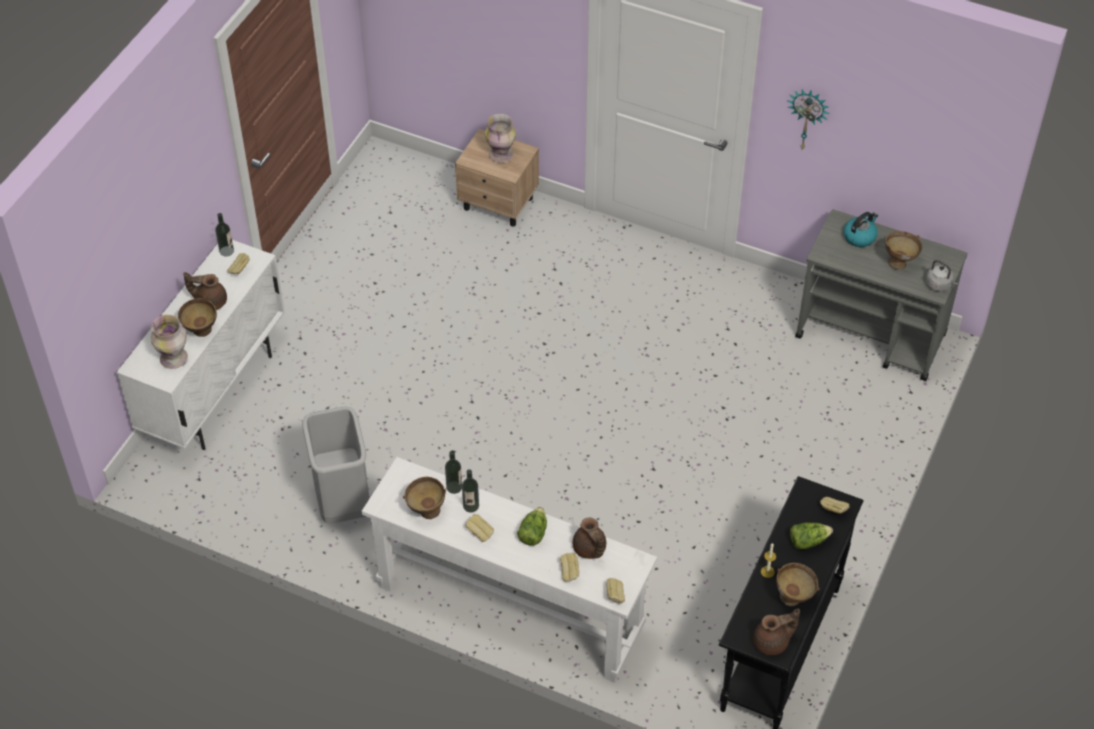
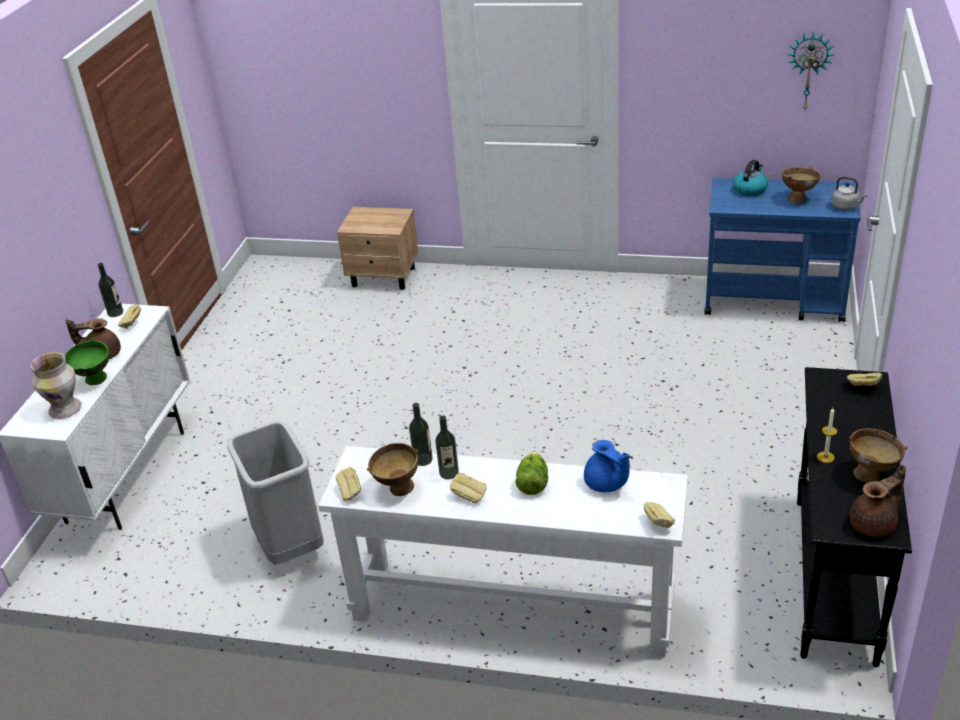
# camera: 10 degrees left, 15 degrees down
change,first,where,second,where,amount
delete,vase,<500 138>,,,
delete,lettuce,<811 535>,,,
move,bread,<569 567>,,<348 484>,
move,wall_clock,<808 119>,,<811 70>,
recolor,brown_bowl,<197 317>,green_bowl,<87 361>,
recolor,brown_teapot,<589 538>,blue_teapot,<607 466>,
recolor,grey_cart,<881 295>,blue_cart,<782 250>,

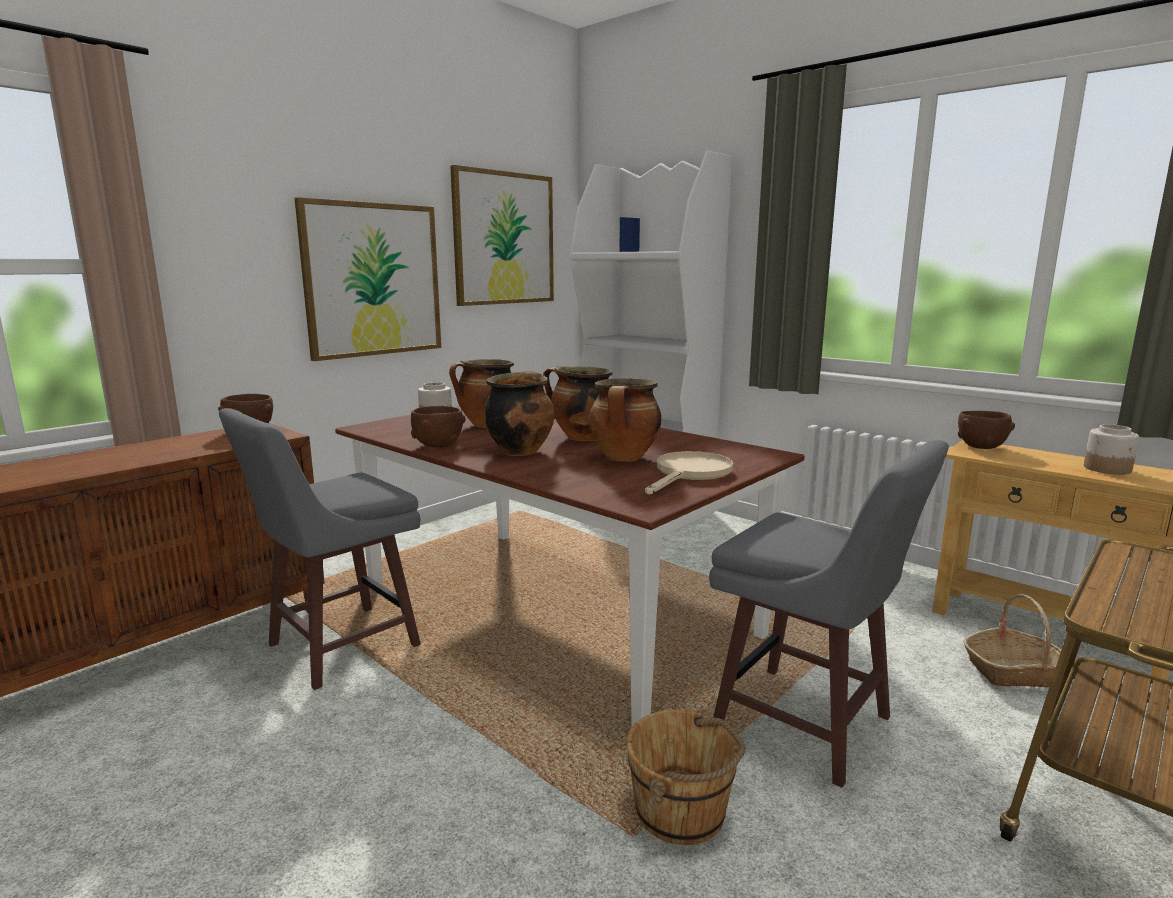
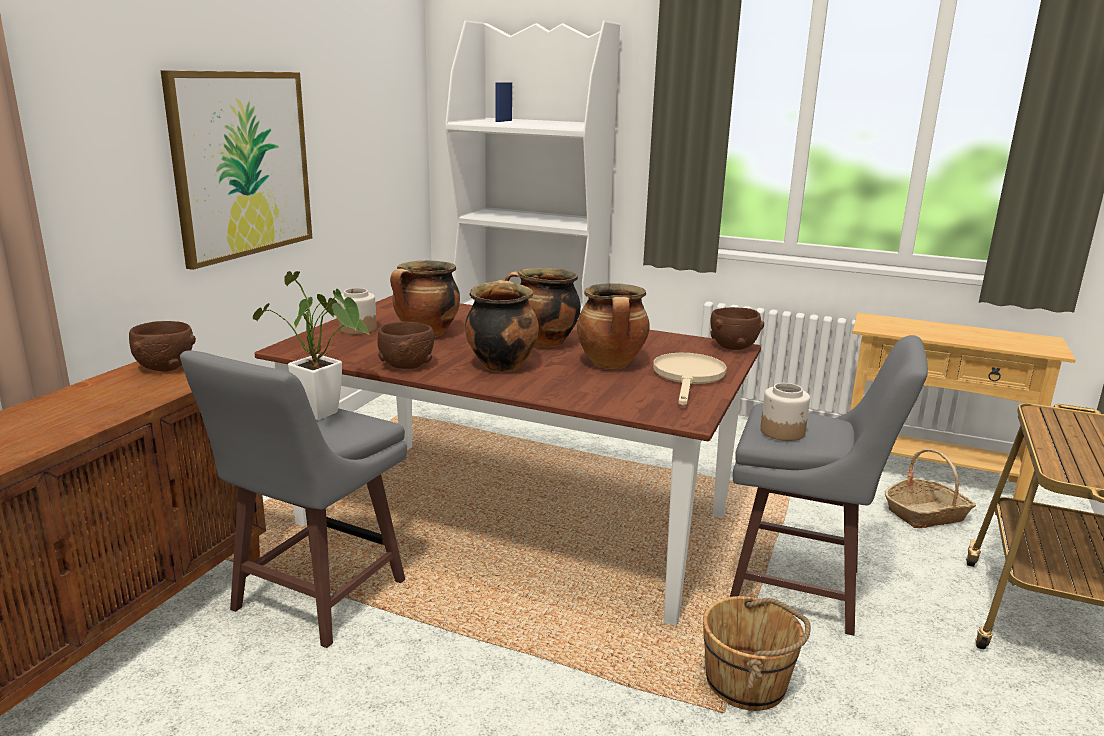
# camera: 20 degrees left, 5 degrees up
change,first,where,second,where,amount
delete,picture,<502 235>,,,
insert,,,potted_plant,<312 345>,
move,brown_bowl,<986 430>,,<737 328>,
move,jar,<1111 449>,,<785 412>,

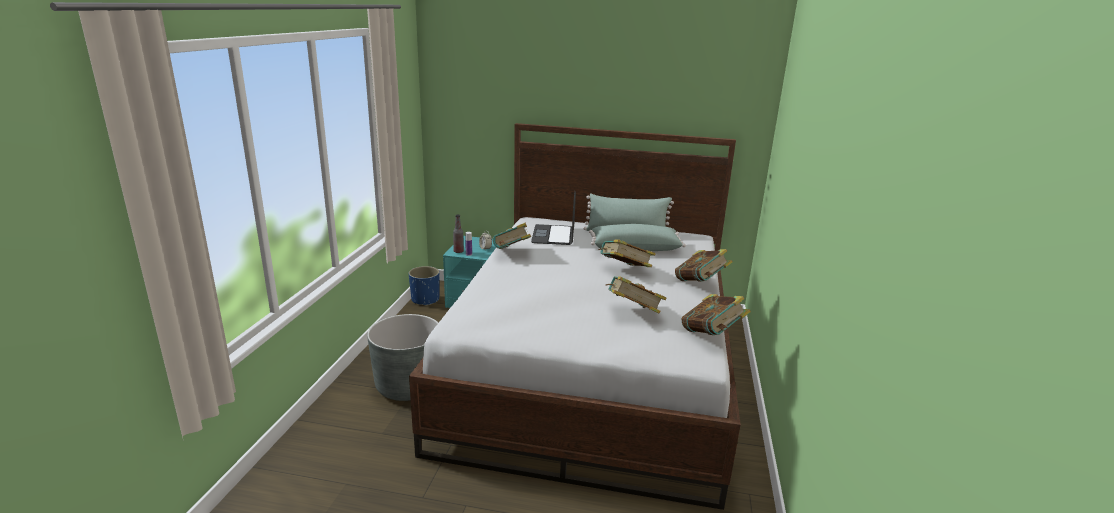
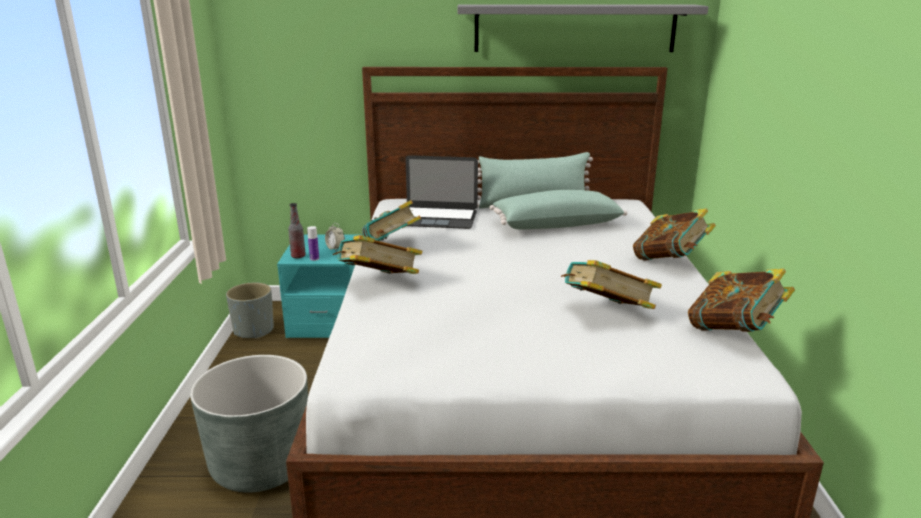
# camera: 10 degrees left, 0 degrees up
change,first,where,second,where,amount
insert,,,grey_shelf,<583 28>,
move,book,<627 253>,,<377 254>,
recolor,blue_planter,<424 286>,grey_planter,<250 311>,
rotate,laptop,<553 218>,,<441 192>,75 degrees counterclockwise

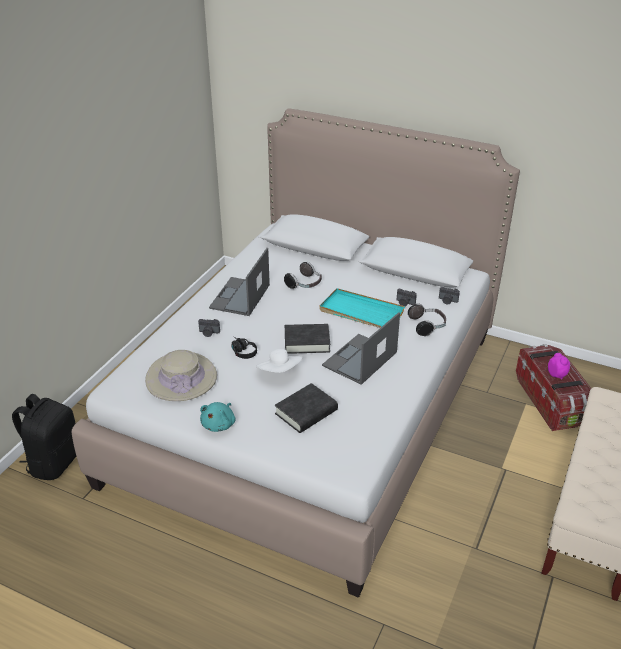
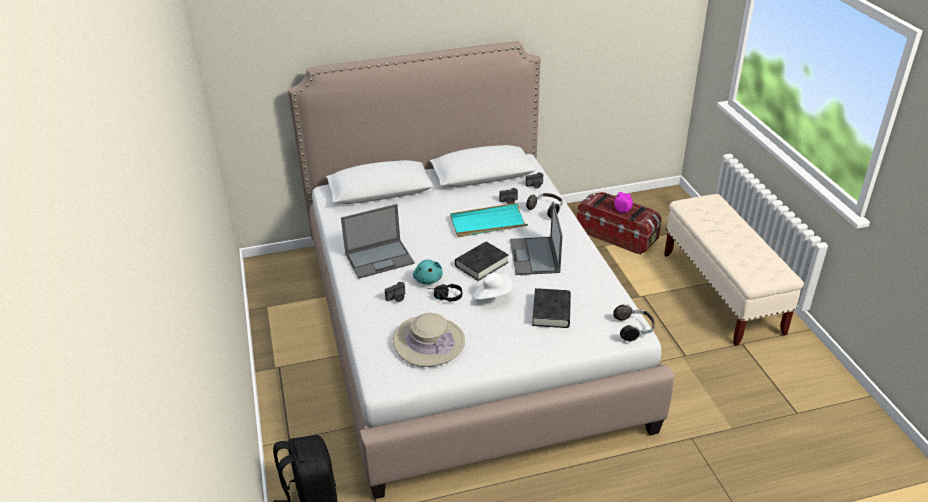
# camera: 40 degrees left, 0 degrees up
change,first,where,second,where,amount
move,turquoise_plush_toy,<218 417>,,<428 271>,
move,headphones,<303 275>,,<634 323>,
rotate,laptop,<239 282>,,<378 241>,90 degrees counterclockwise

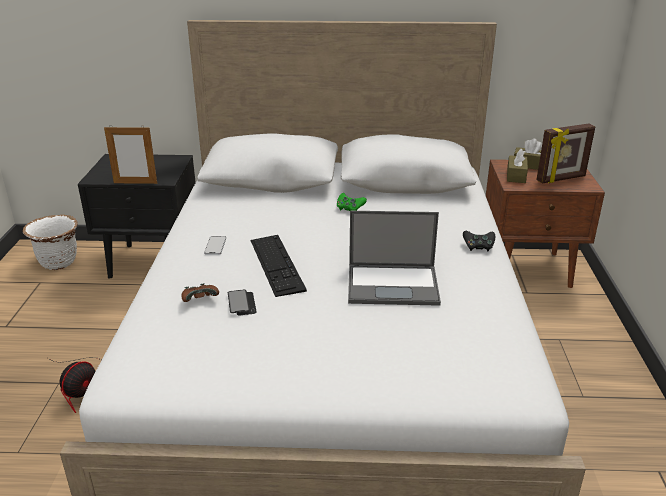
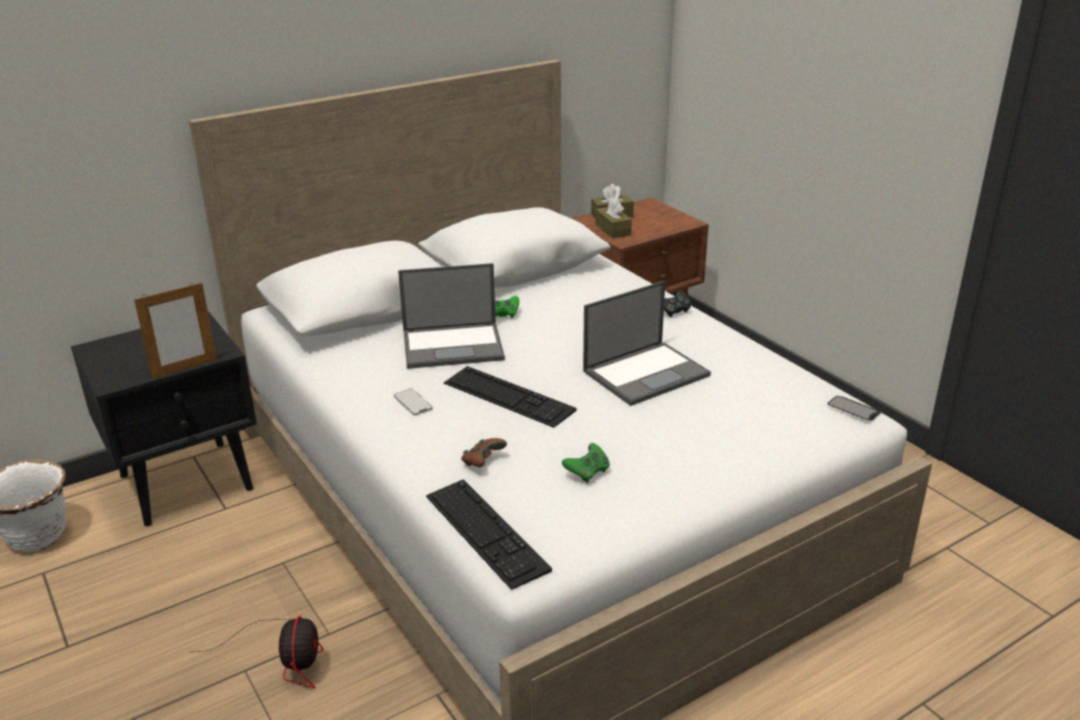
# camera: 35 degrees left, 0 degrees up
change,first,where,second,where,amount
delete,picture_frame,<565 153>,,,
insert,,,laptop,<451 316>,
insert,,,keyboard,<489 534>,
insert,,,green_game_controller,<586 463>,
move,phone,<242 302>,,<854 408>,

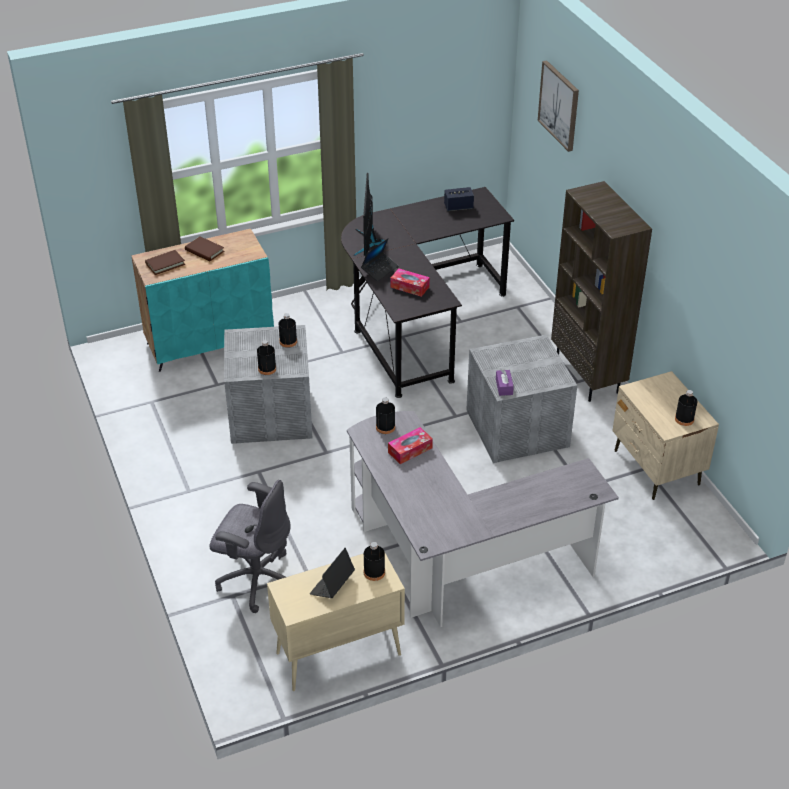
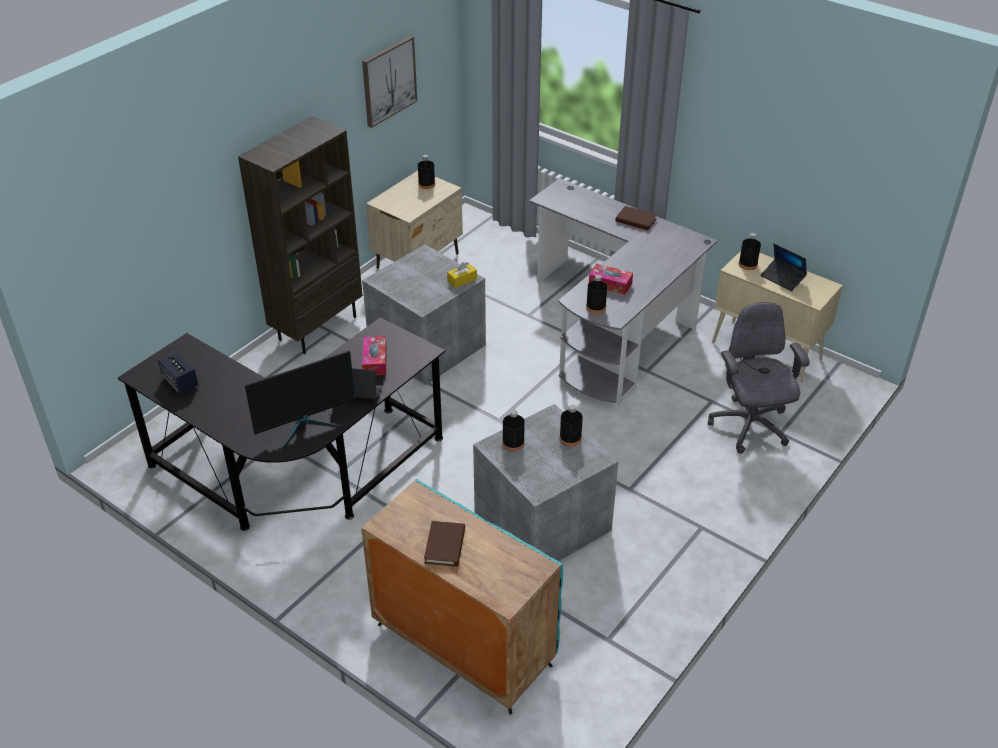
# camera: 120 degrees left, 0 degrees up
change,first,where,second,where,amount
move,brown_book,<165 262>,,<636 218>,
move,picture,<558 106>,,<389 82>,
recolor,purple_tissue_box,<505 382>,yellow_tissue_box,<462 275>,
rotate,laptop,<332 573>,,<784 268>,45 degrees clockwise

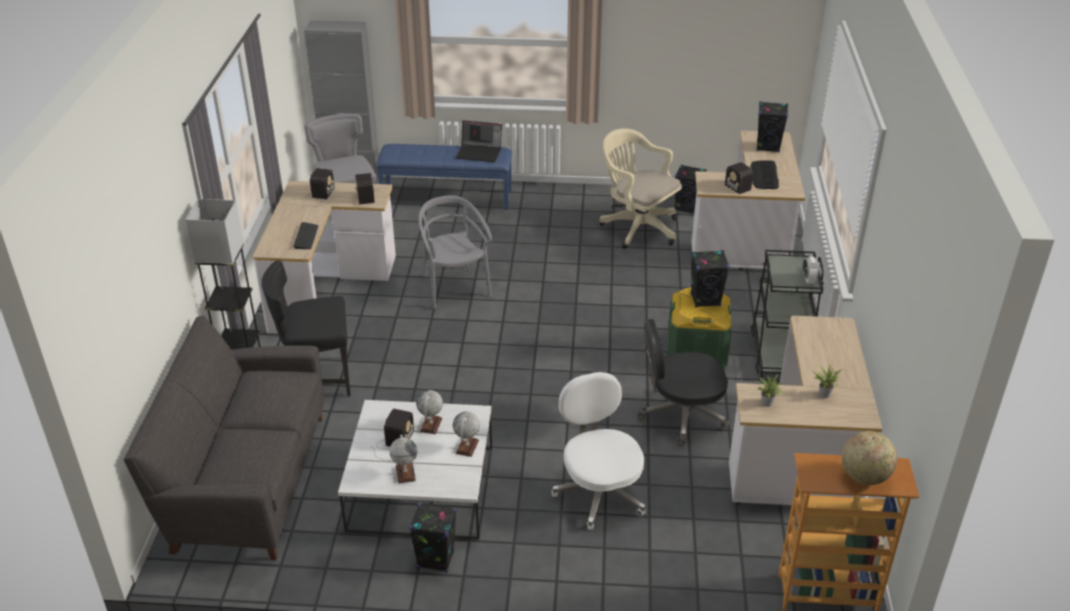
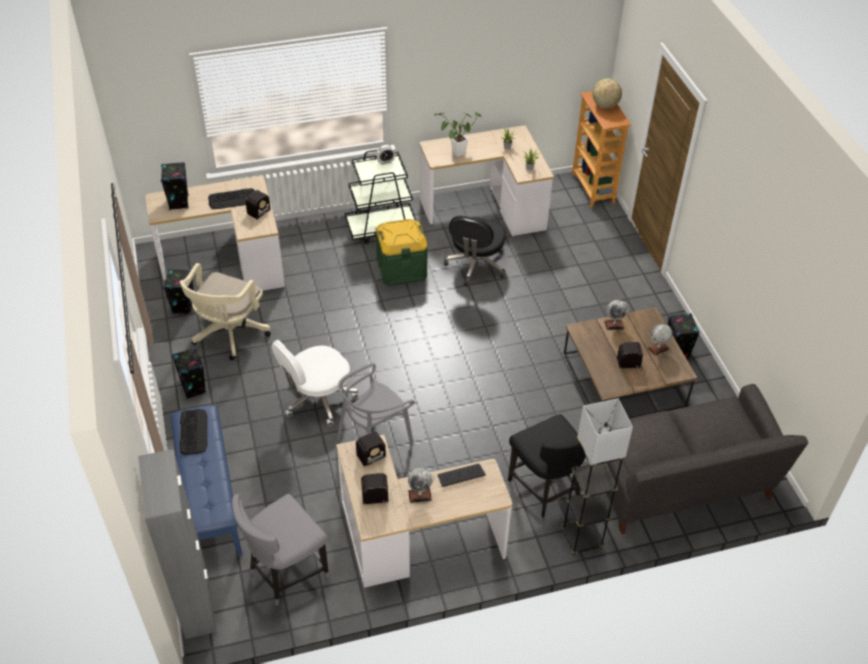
# camera: 110 degrees left, 10 degrees up
change,first,where,second,where,amount
insert,,,potted_plant,<457 134>,
move,globe,<429 412>,,<421 485>,
move,white_office_chair,<598 451>,,<315 383>,
move,black_speaker,<710 279>,,<189 373>,
replace,laptop,<479 141>,keyboard,<194 432>,
recolor,white_coffee_table,<415 470>,brown_coffee_table,<630 363>,
rotate,black_office_chair,<683 383>,,<475 251>,45 degrees clockwise

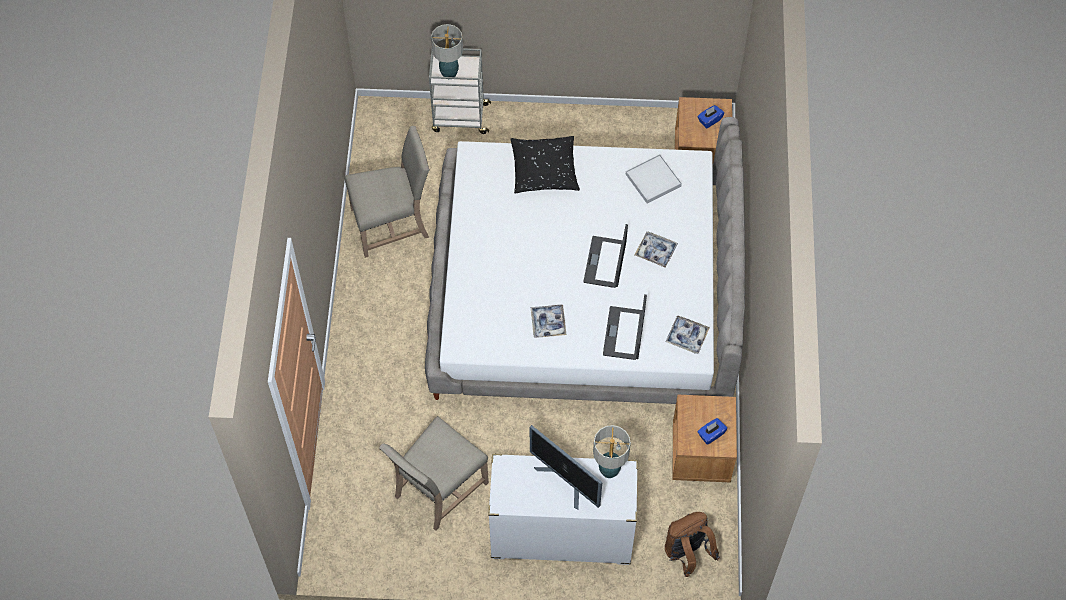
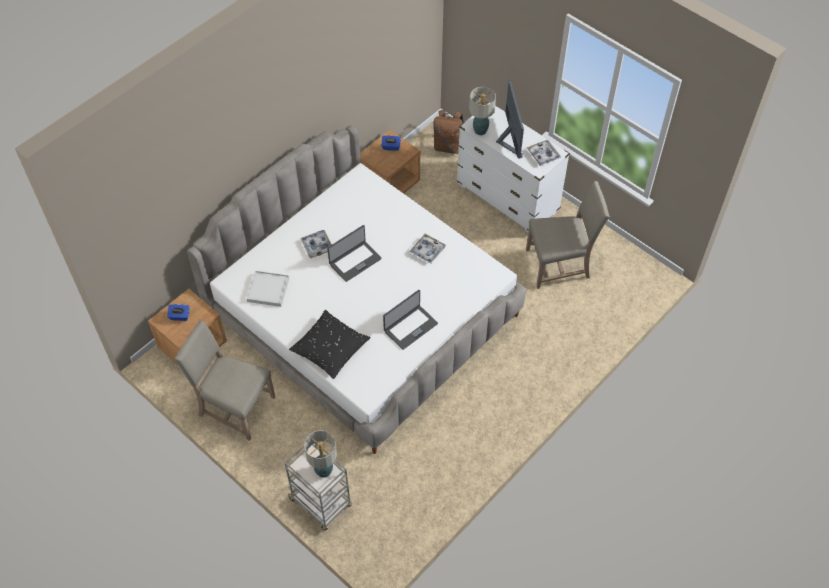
# camera: 140 degrees left, 5 degrees down
change,first,where,second,where,amount
move,beige_chair,<386 192>,,<224 380>,
move,laptop,<625 327>,,<410 320>,
move,tray,<687 334>,,<543 153>,

